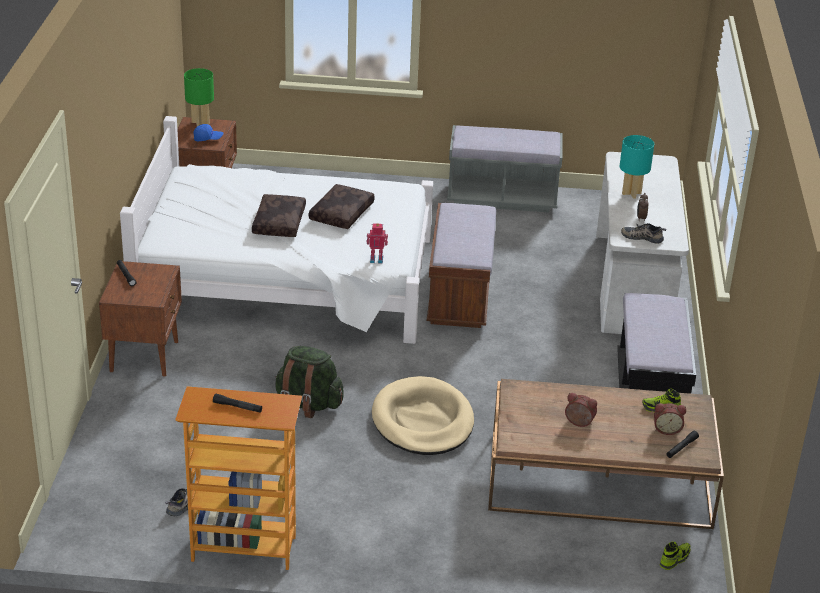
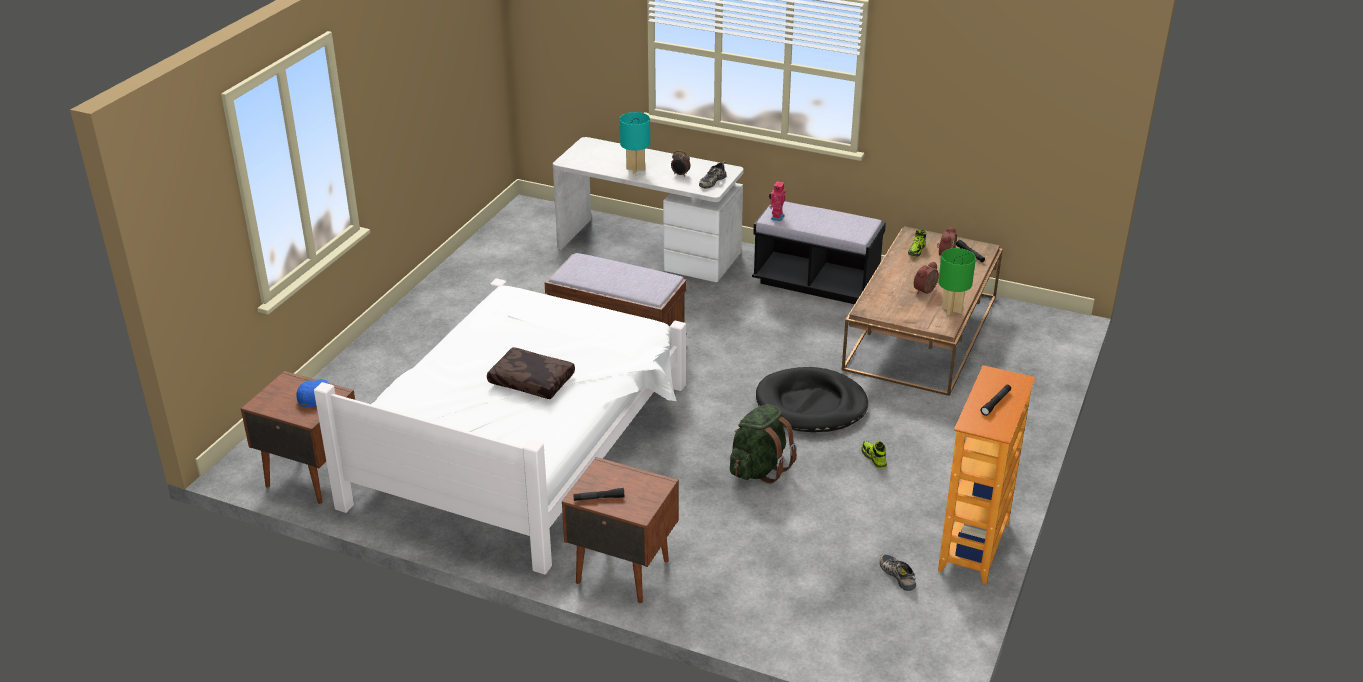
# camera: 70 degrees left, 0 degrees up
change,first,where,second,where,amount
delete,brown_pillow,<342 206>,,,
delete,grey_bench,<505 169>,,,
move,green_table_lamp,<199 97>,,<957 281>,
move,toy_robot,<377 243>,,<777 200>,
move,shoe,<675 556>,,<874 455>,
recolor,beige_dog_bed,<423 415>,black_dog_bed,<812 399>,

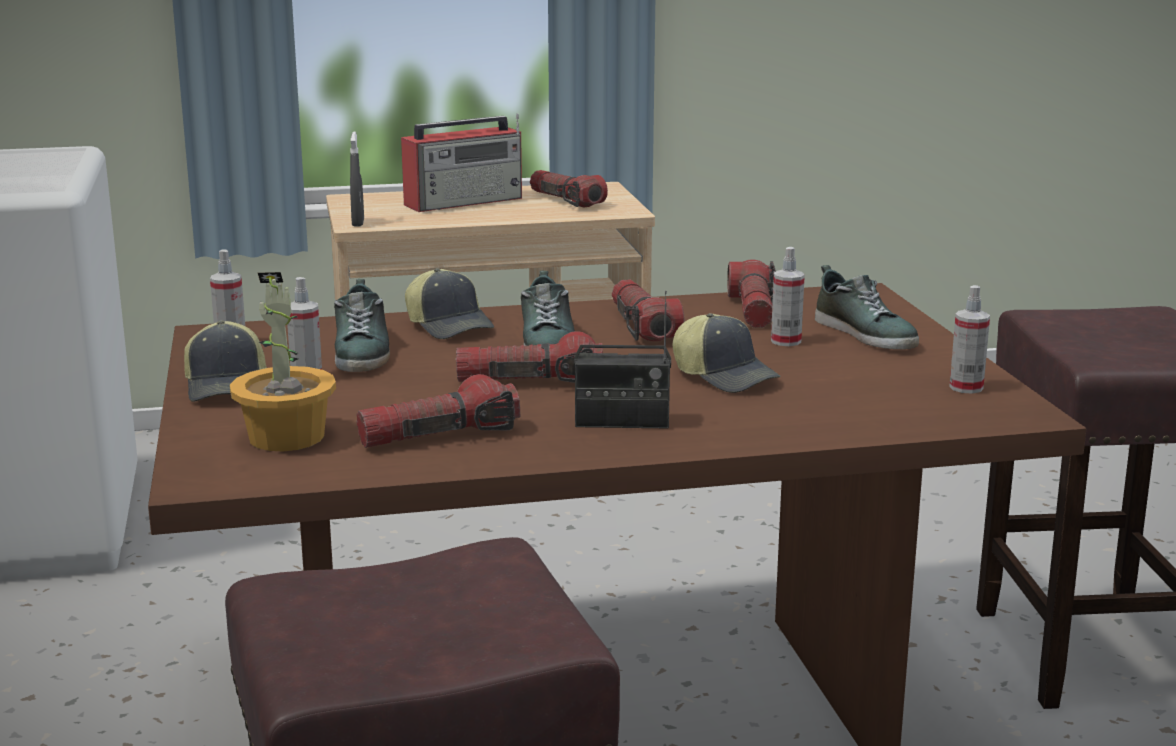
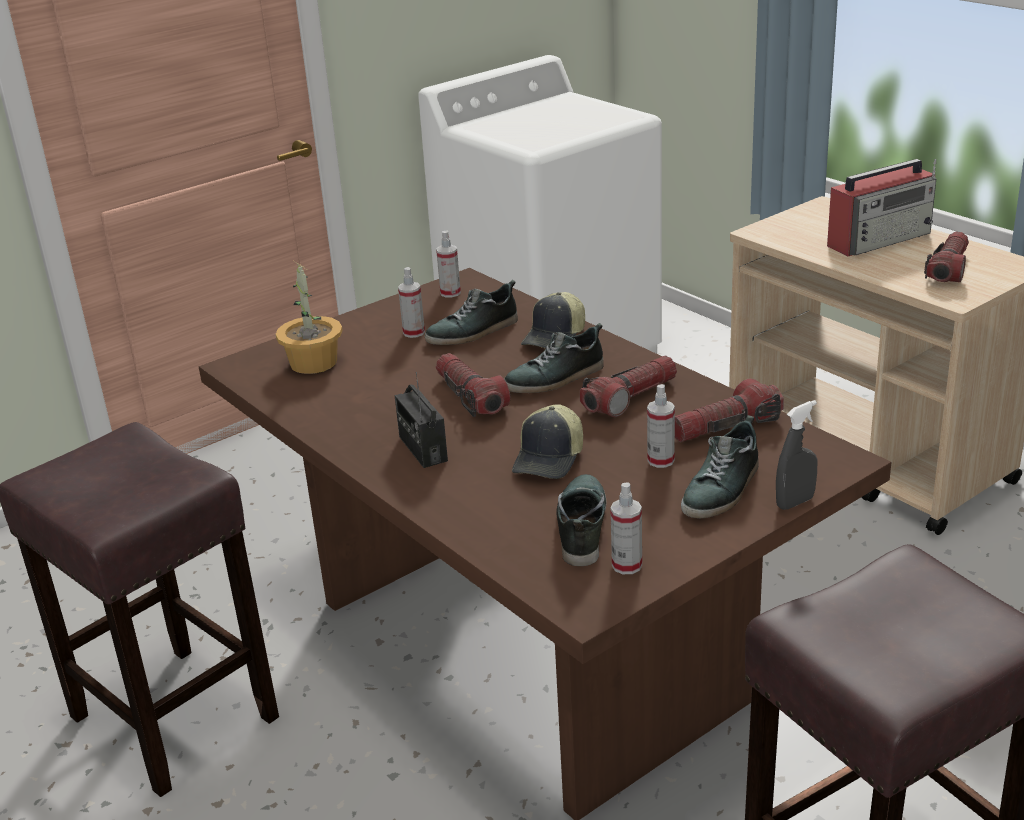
# camera: 65 degrees right, 10 degrees up
change,first,where,second,where,amount
delete,cap,<225 361>,,,
delete,flashlight,<438 411>,,,
insert,,,shoe,<581 520>,
move,grey_spray_bottle,<357 179>,,<796 455>,
rotate,radio,<461 162>,,<881 207>,60 degrees counterclockwise

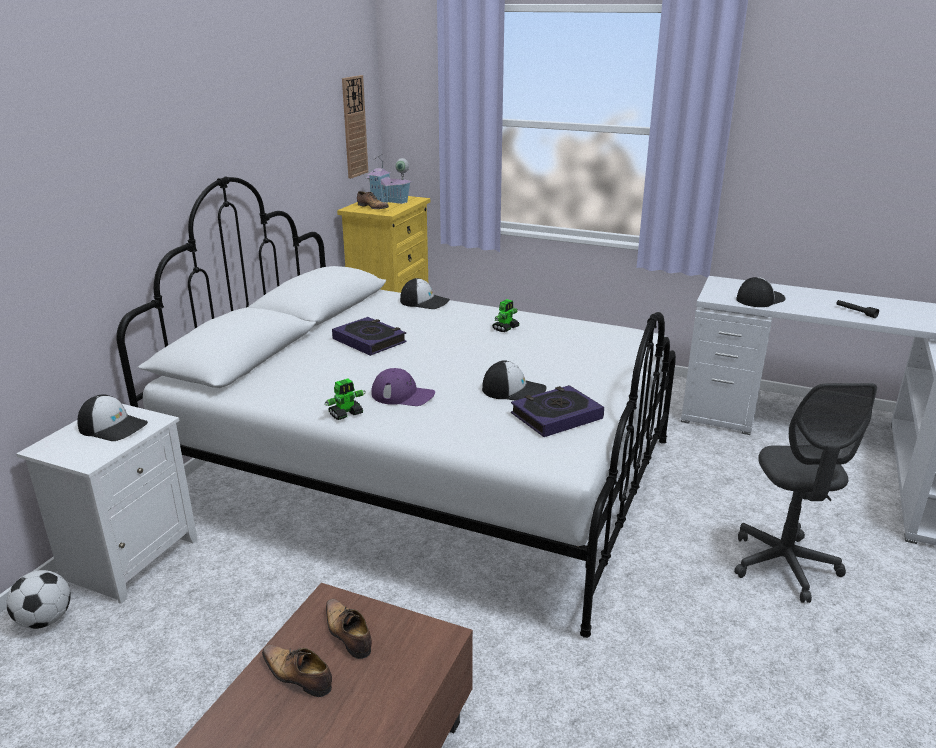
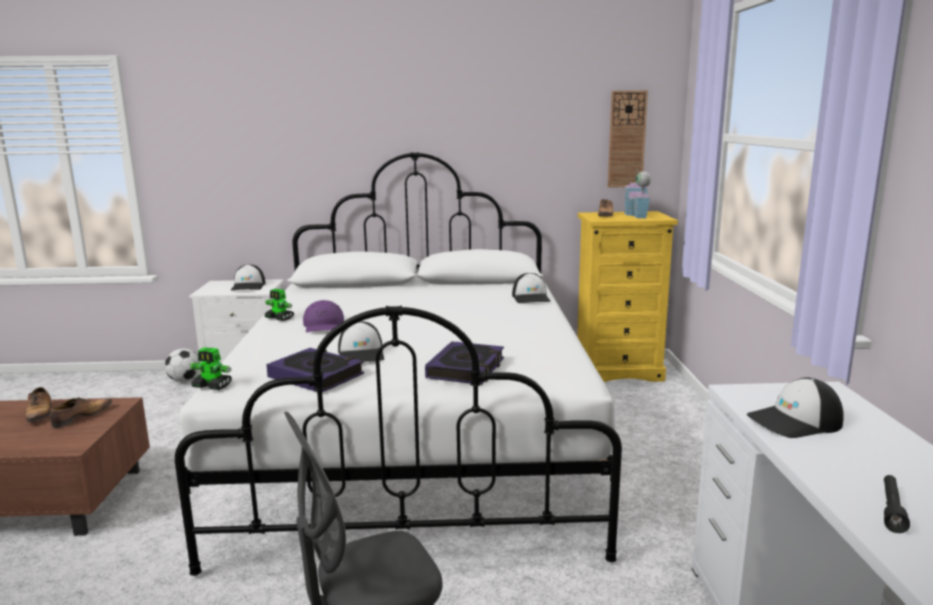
# camera: 65 degrees right, 10 degrees down
change,first,where,second,where,amount
move,book,<369 336>,,<464 363>,
move,toy_robot,<505 315>,,<211 368>,
rotate,shoe,<297 671>,,<39 404>,150 degrees clockwise
rotate,cap,<760 292>,,<795 407>,135 degrees clockwise

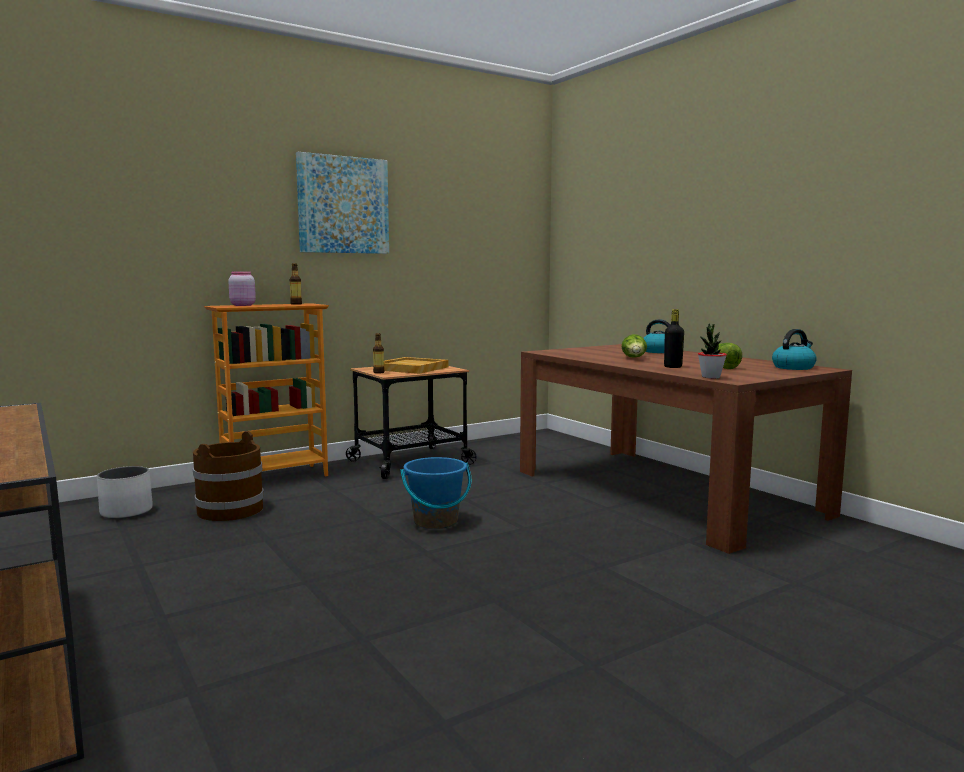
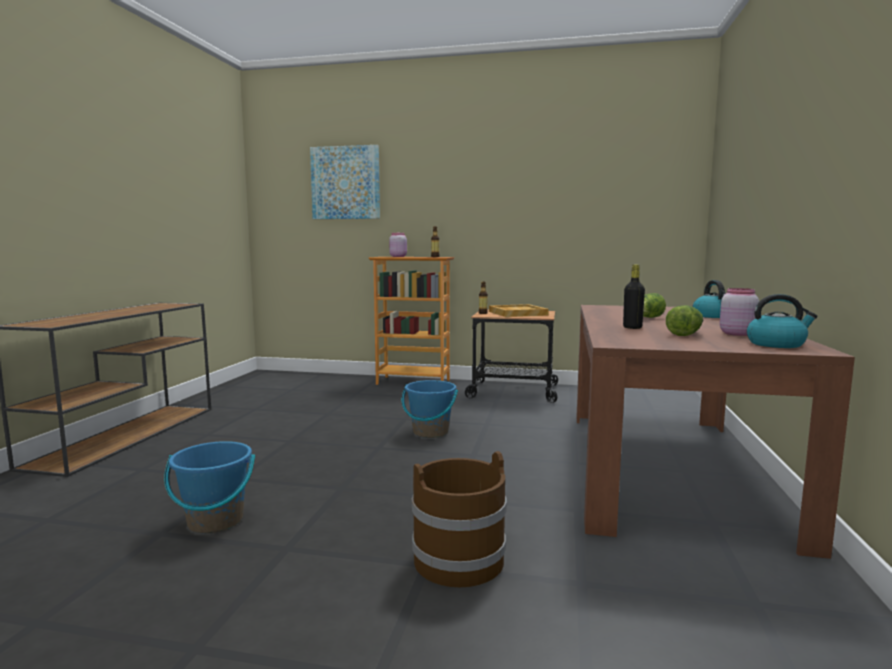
# camera: 45 degrees right, 0 degrees up
change,first,where,second,where,amount
delete,white_planter,<125 492>,,,
delete,potted_plant,<712 351>,,,
insert,,,blue_bucket,<209 487>,
insert,,,pink_jar,<739 312>,
move,brown_bucket,<228 476>,,<459 519>,
move,picture,<342 203>,,<345 182>,

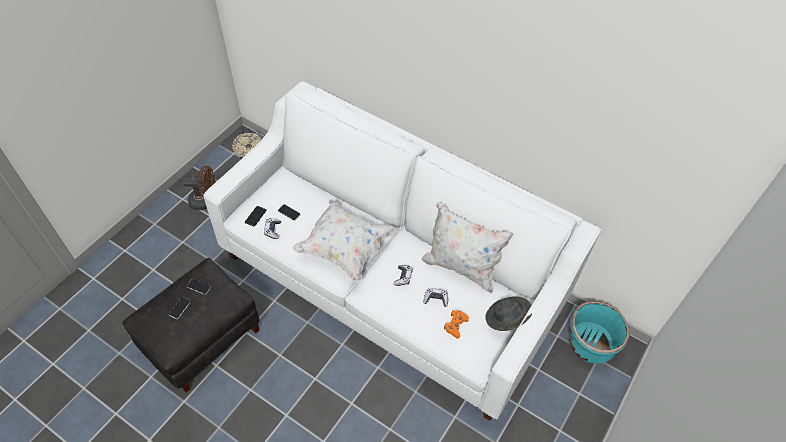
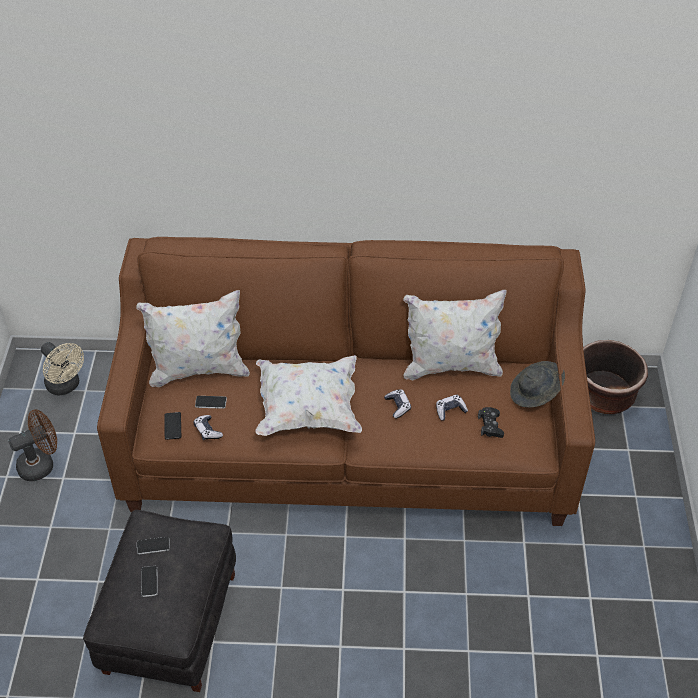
# camera: 30 degrees left, 5 degrees down
change,first,where,second,where,amount
insert,,,white_pillow,<193 338>,
recolor,white_sofa,<402 251>,brown_sofa,<346 381>,
recolor,orange_game_controller,<456 324>,black_game_controller,<491 422>,
recolor,turquoise_planter,<599 332>,brown_planter,<615 377>,

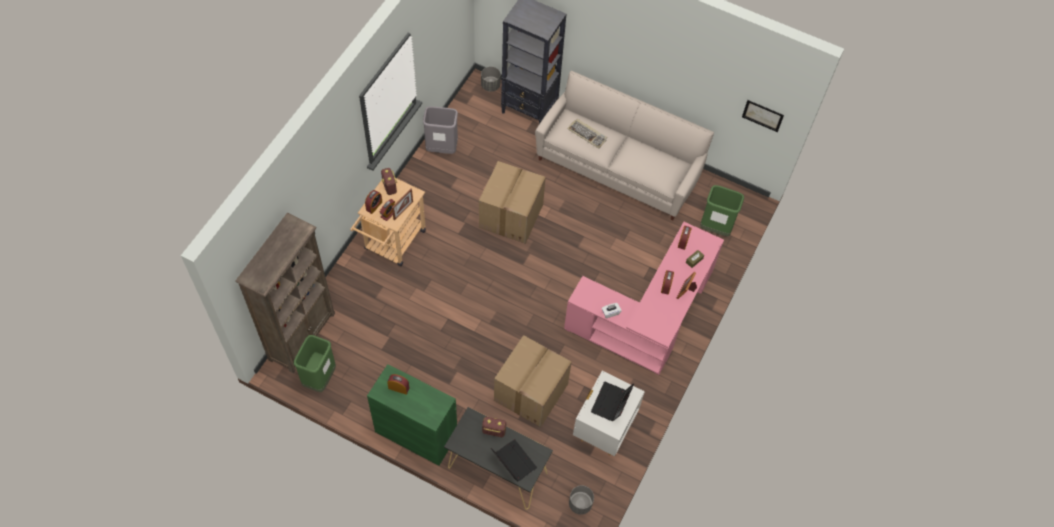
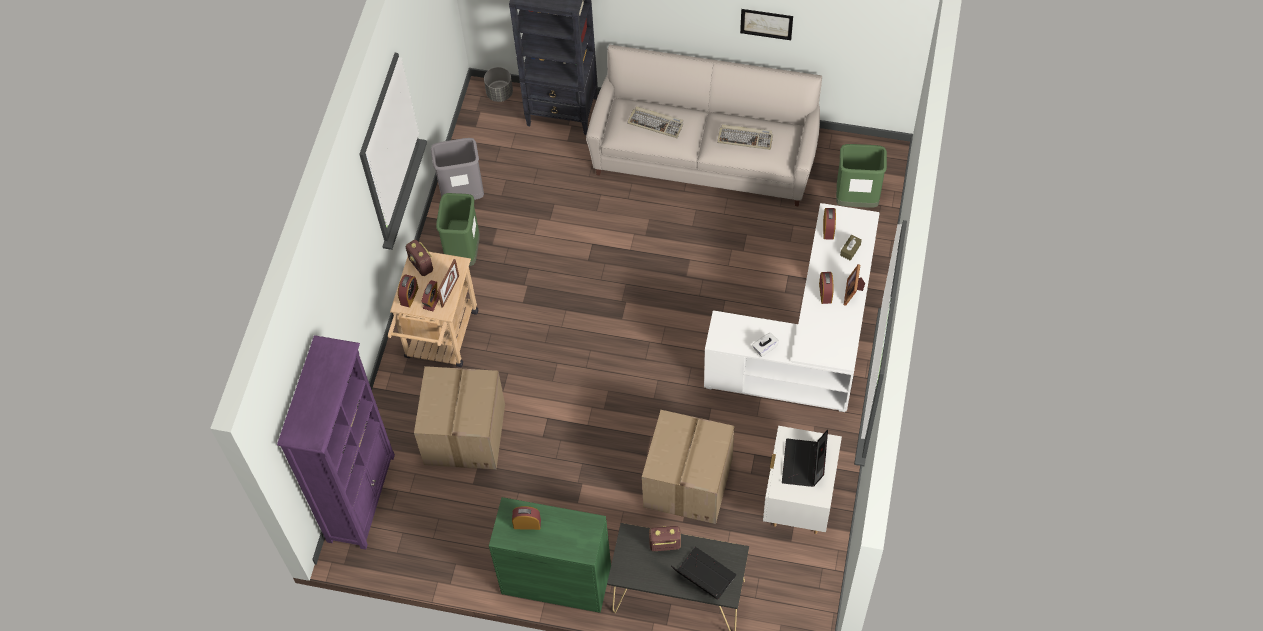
# camera: 10 degrees left, 0 degrees up
change,first,where,second,where,amount
delete,grey_planter,<581 500>,,,
insert,,,keyboard,<745 137>,
move,green_trash_can,<315 363>,,<458 229>,
move,cardboard_box,<512 202>,,<459 418>,
move,picture,<763 116>,,<766 24>,
recolor,brown_bookcase,<285 293>,purple_bookcase,<336 442>,
recolor,pink_desk,<644 298>,white_desk,<792 307>,

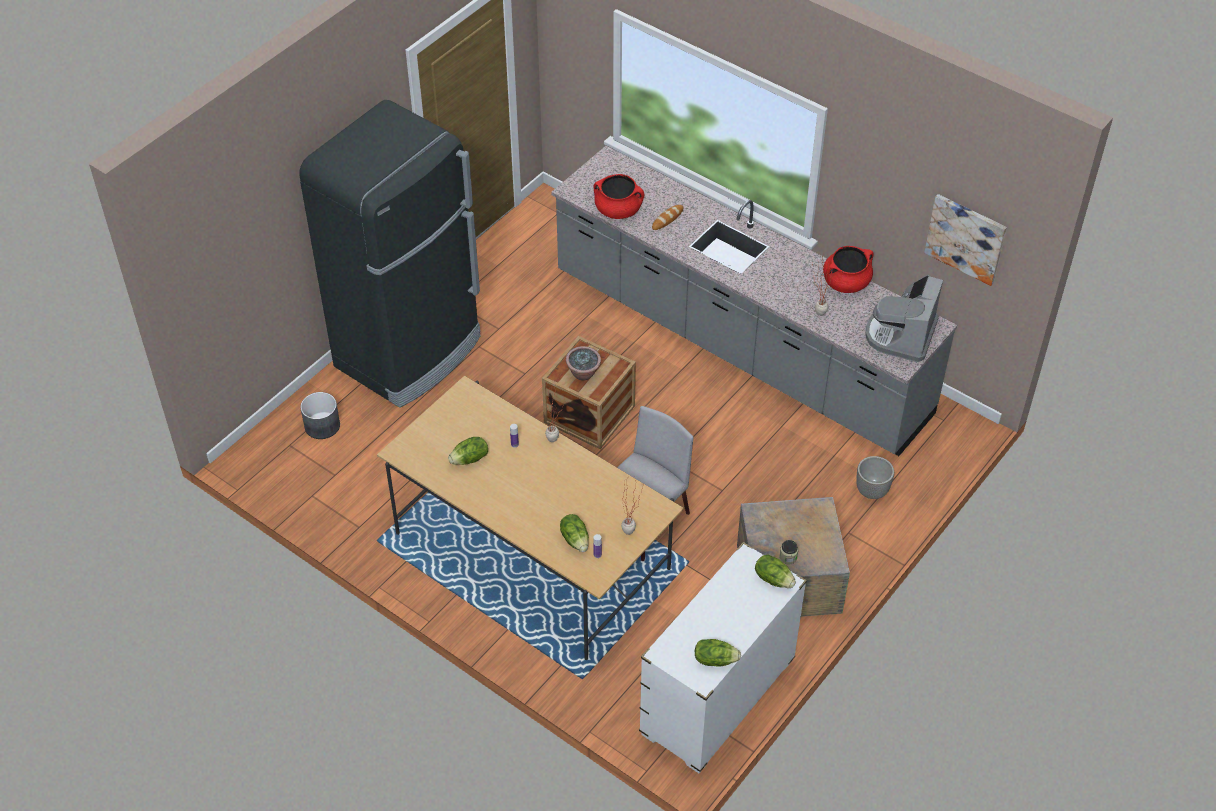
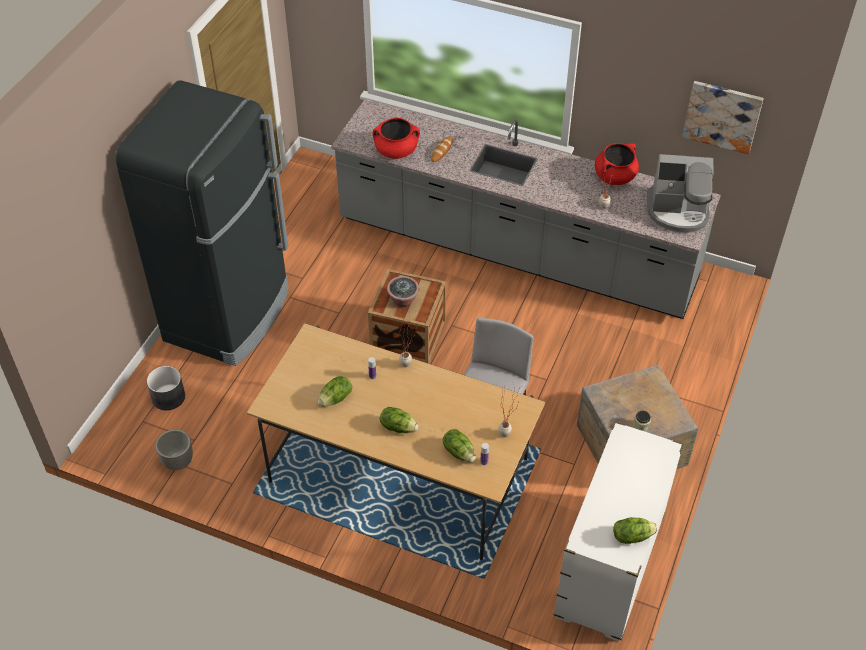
# camera: 15 degrees left, 0 degrees up
change,first,where,second,where,amount
move,lettuce,<775 571>,,<399 420>,
move,planter,<875 477>,,<174 450>,
rotate,coffee_machine,<904 318>,,<680 193>,90 degrees counterclockwise

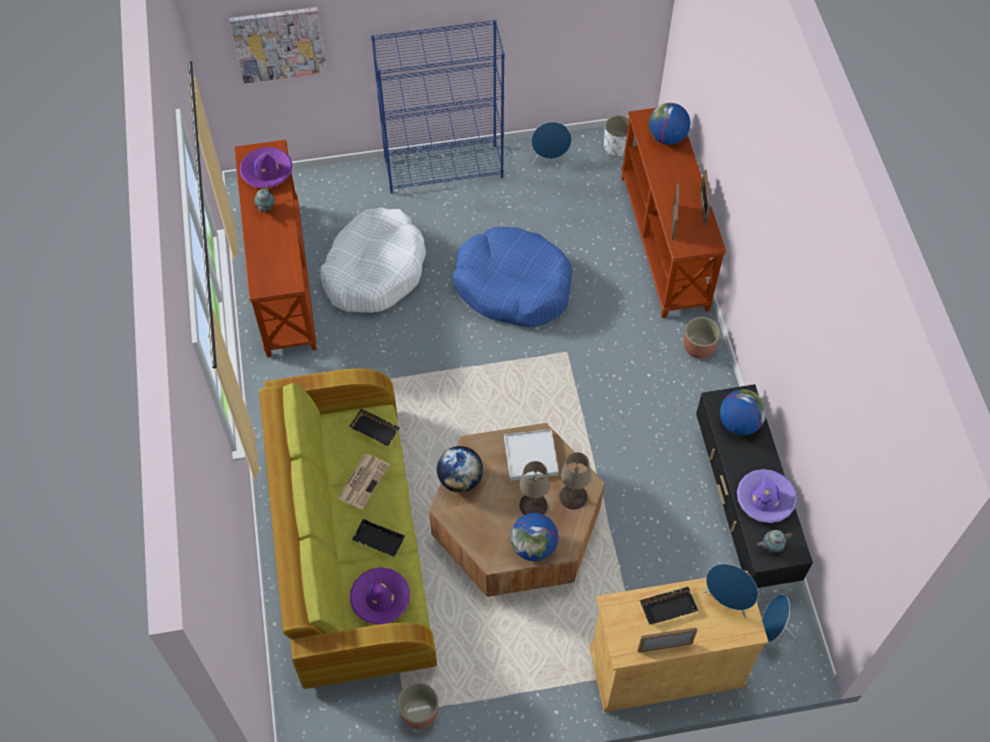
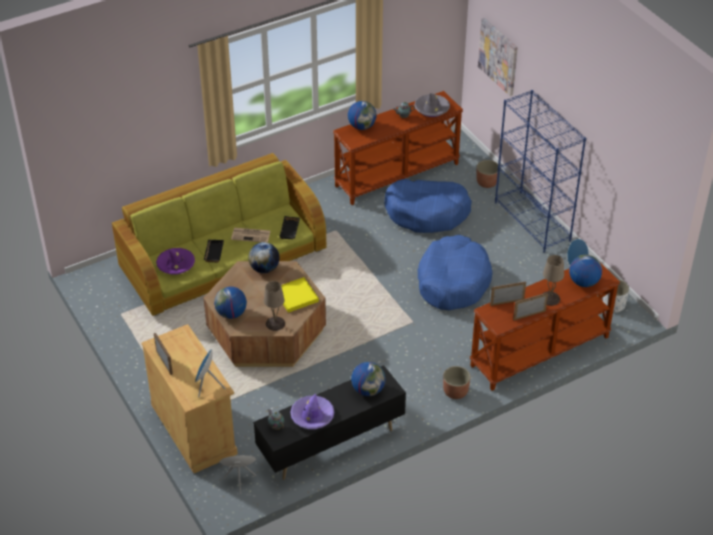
# camera: 70 degrees right, 15 degrees down
change,first,where,second,where,amount
delete,black_tray,<669 606>,,,
insert,,,globe,<362 115>,
move,planter,<417 705>,,<487 174>,
move,beige_table_lamp,<534 488>,,<553 280>,
recolor,purple_hat,<266 167>,grey_hat,<432 105>,
recolor,white_dog_bed,<373 260>,blue_dog_bed,<428 206>,
recolor,white_tray,<531 455>,yellow_tray,<300 295>,

